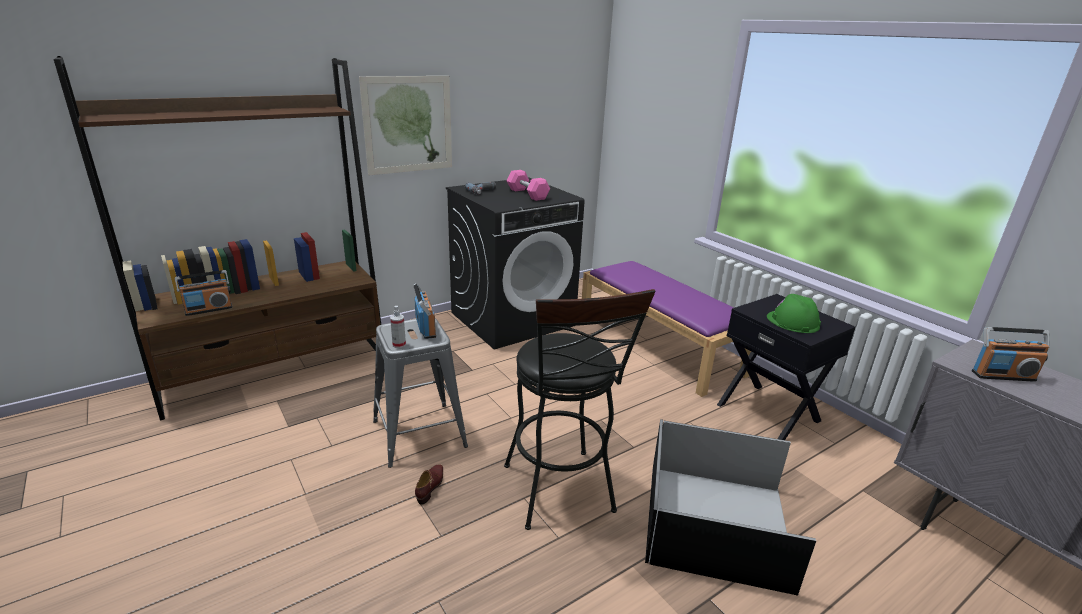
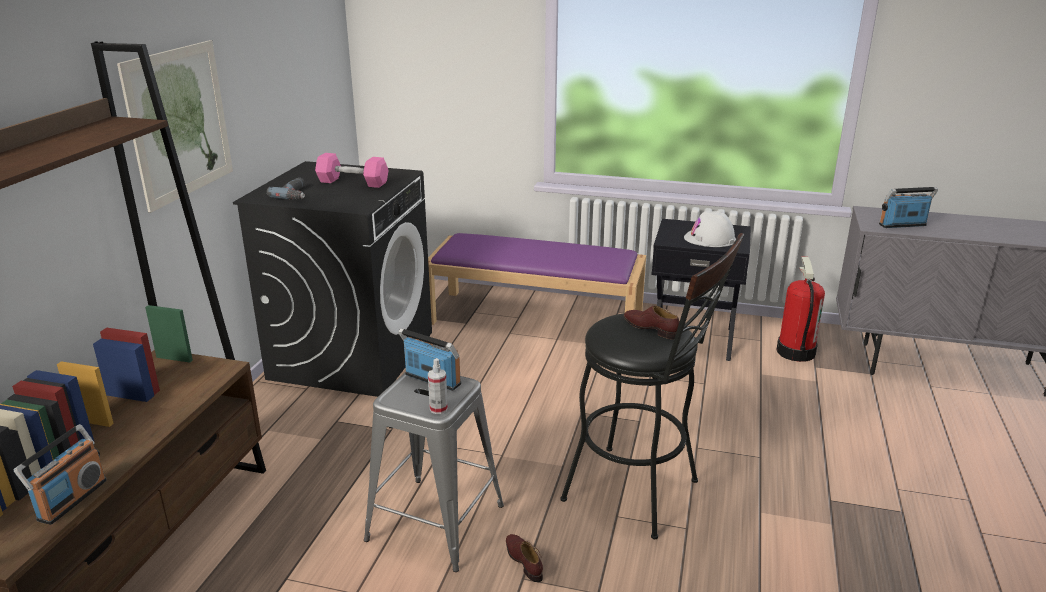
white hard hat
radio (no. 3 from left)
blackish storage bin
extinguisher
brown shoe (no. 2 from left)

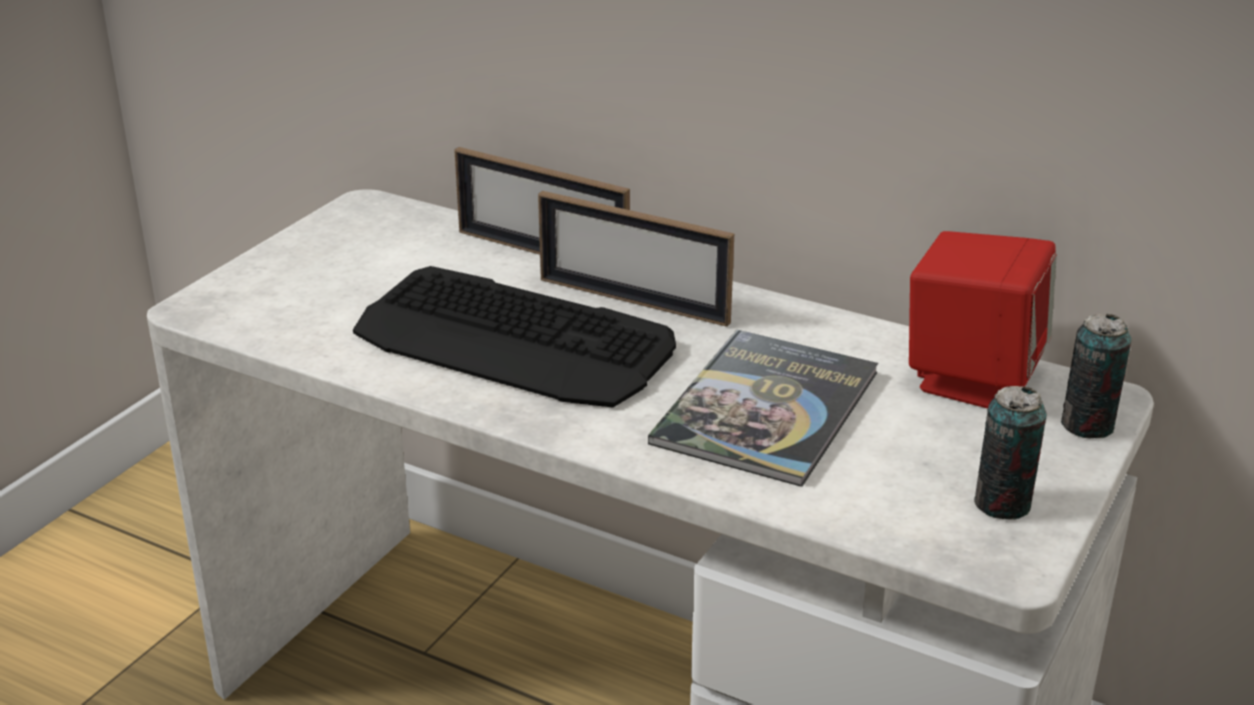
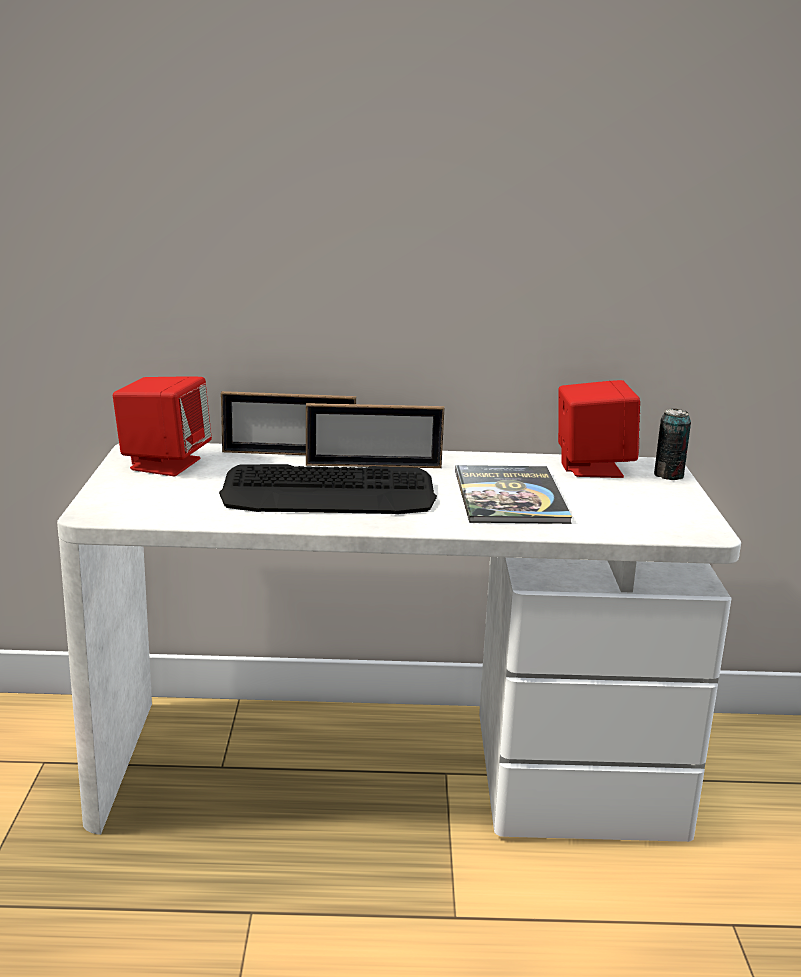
metal can (no. 1 from left in the first image)
red-coloured loudspeaker (no. 1 from left)

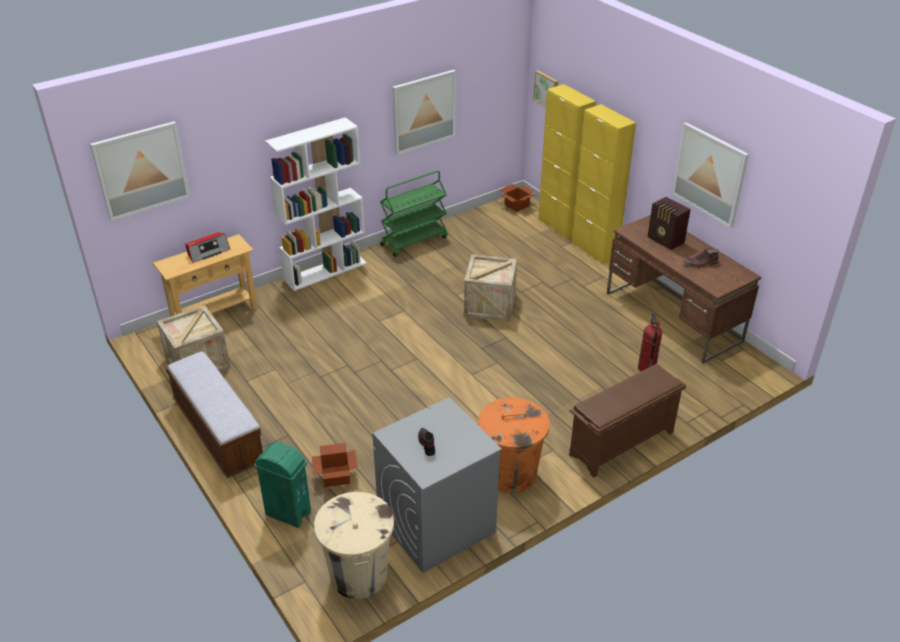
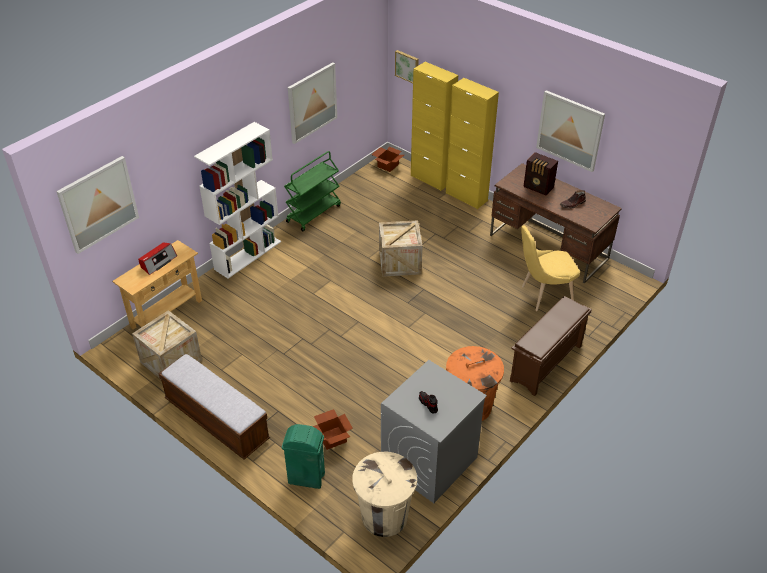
yellowish plain chair

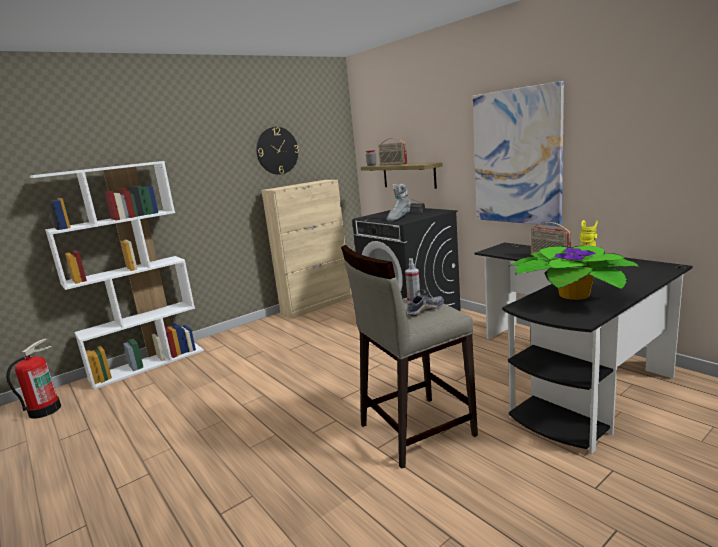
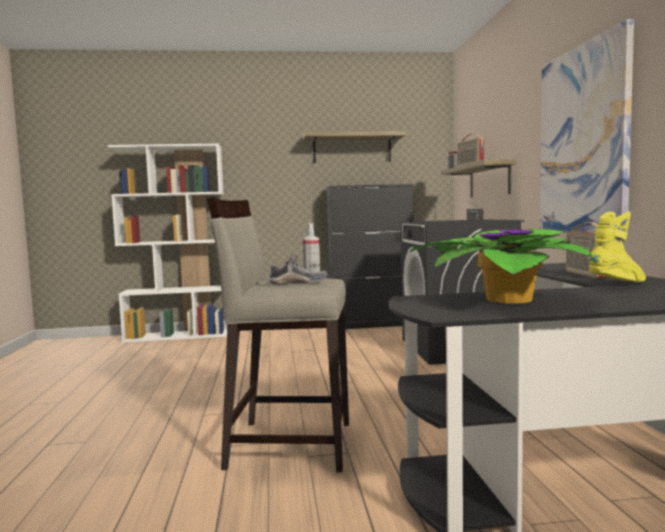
bracket shelf (no. 1 from left)
blackish cabinet
grey tall boot
extinguisher

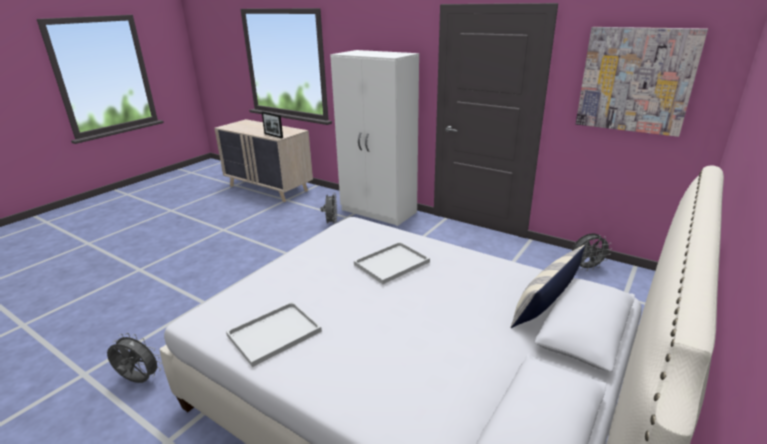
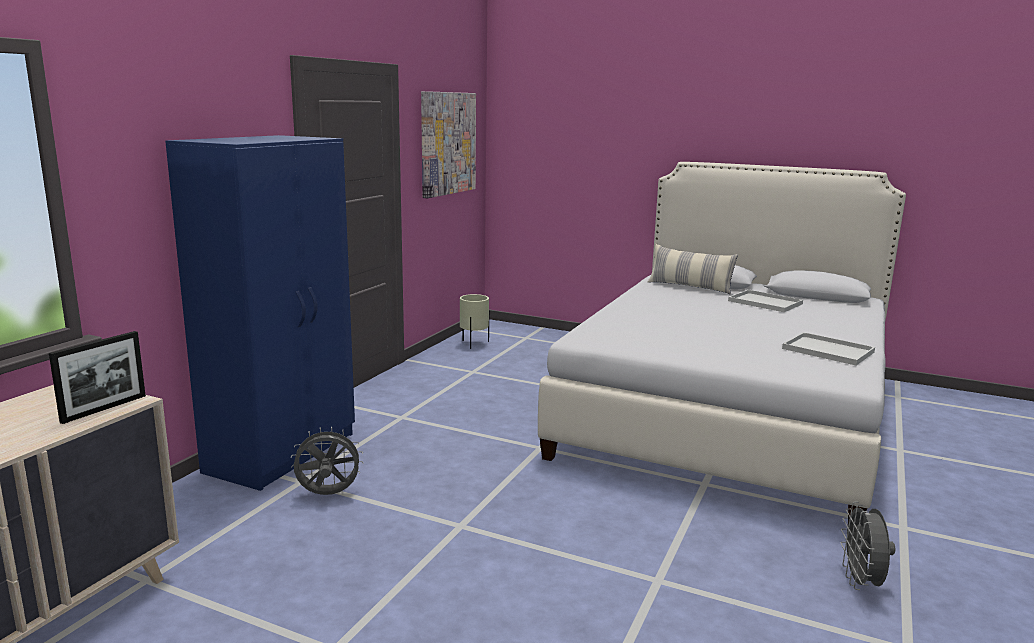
blue wardrobe
beige planter
white carrying tray (no. 1 from left)

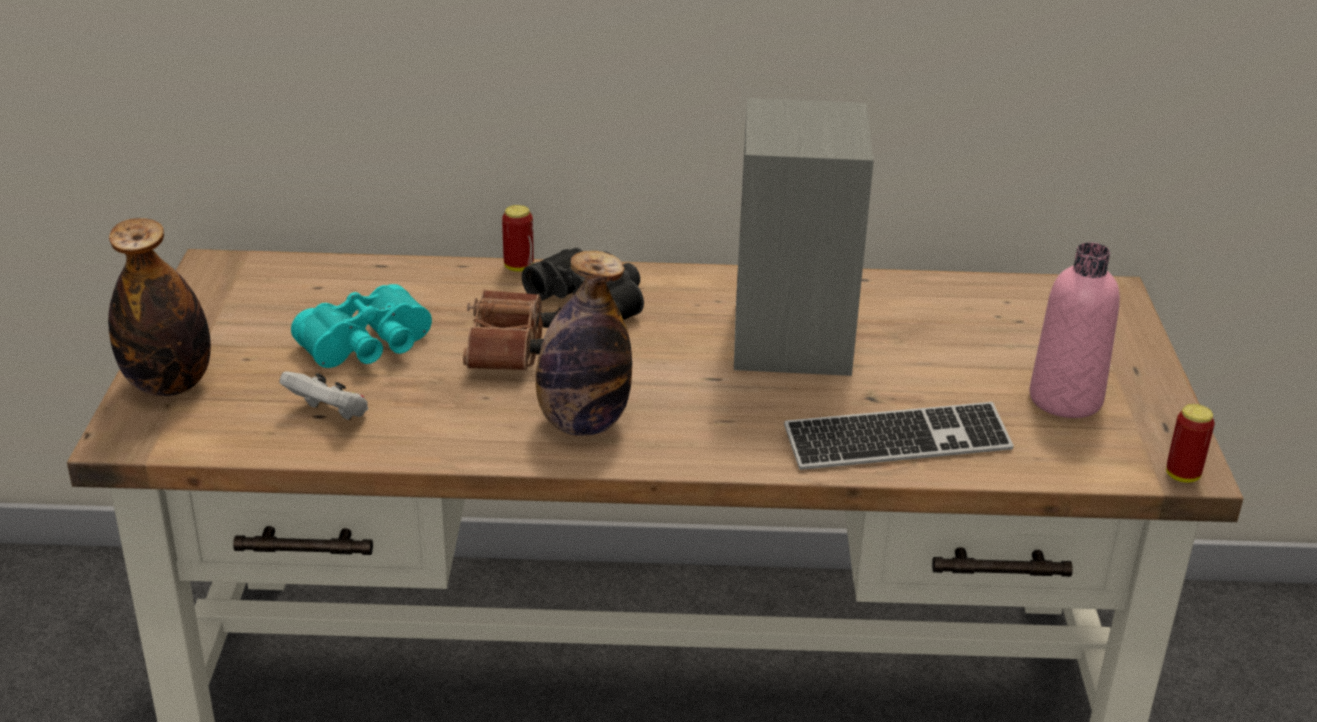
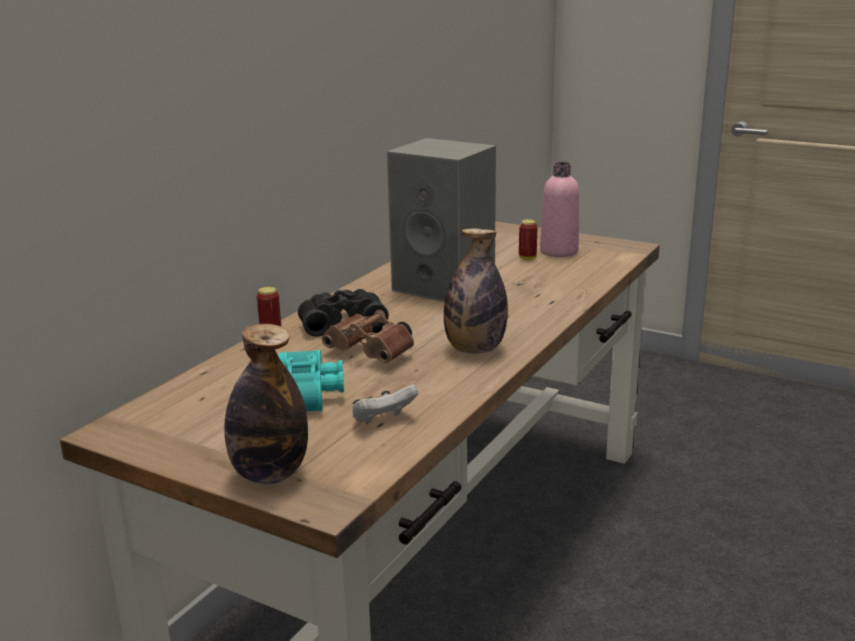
PC keyboard
metal can (no. 2 from left)

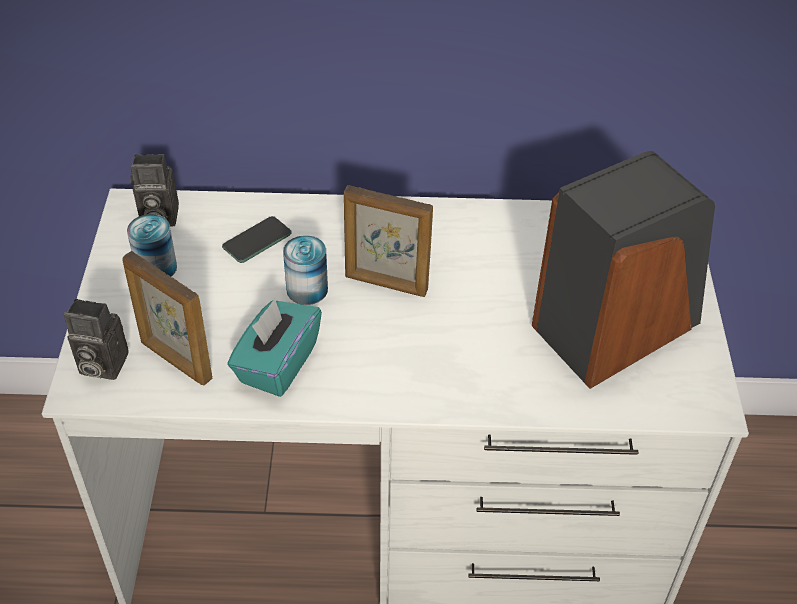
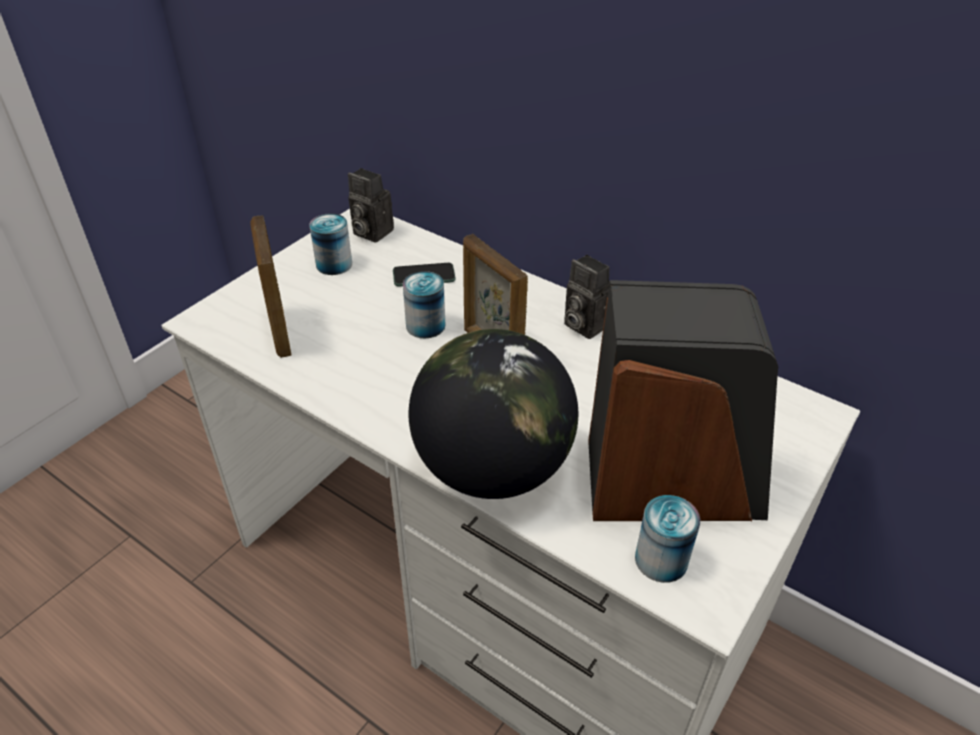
still camera (no. 2 from left)
turquoise-coloured tissue box
world globe
metal can (no. 3 from left)

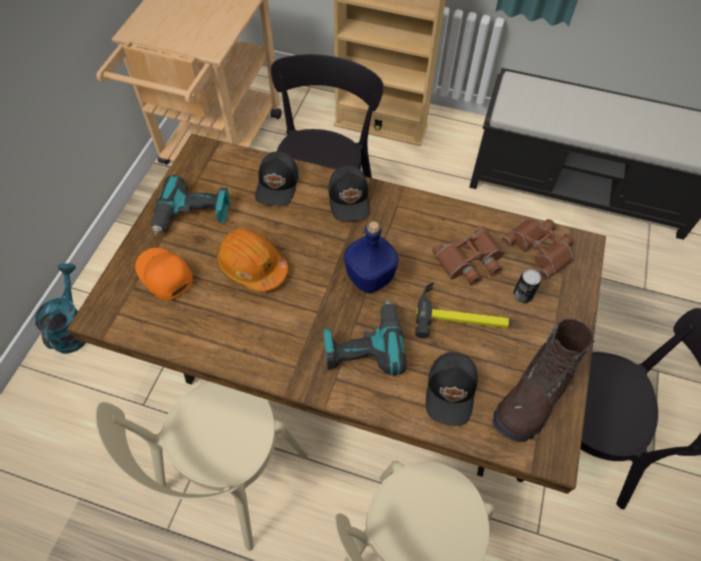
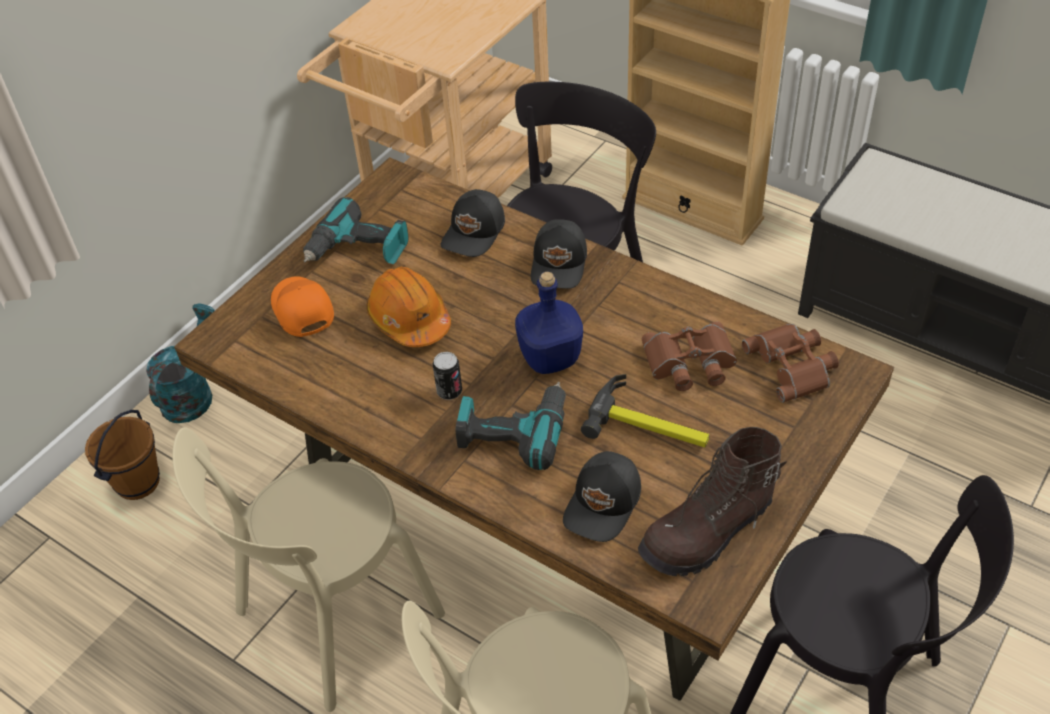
metal can
brown pail

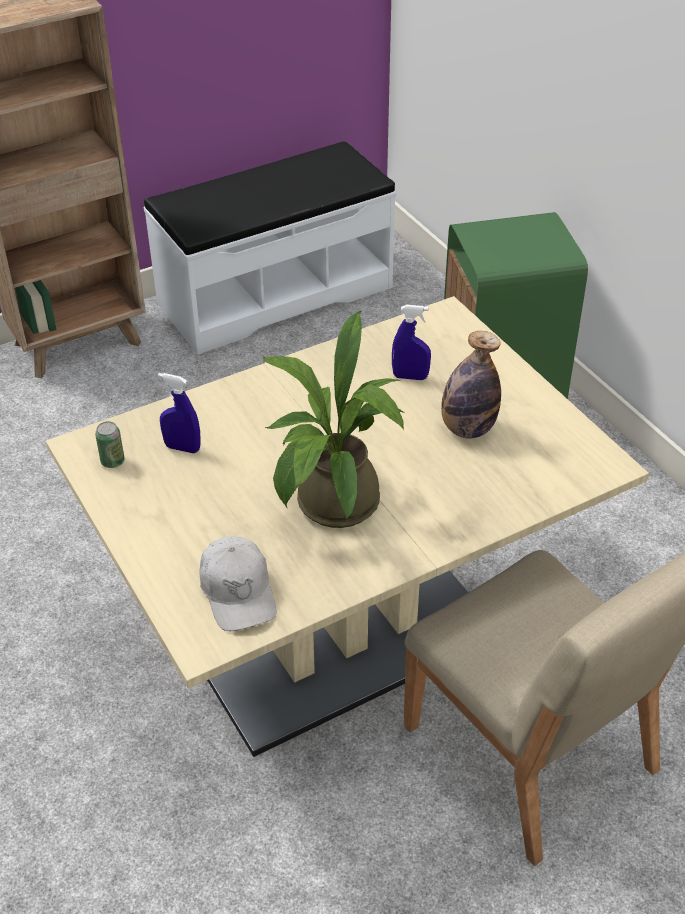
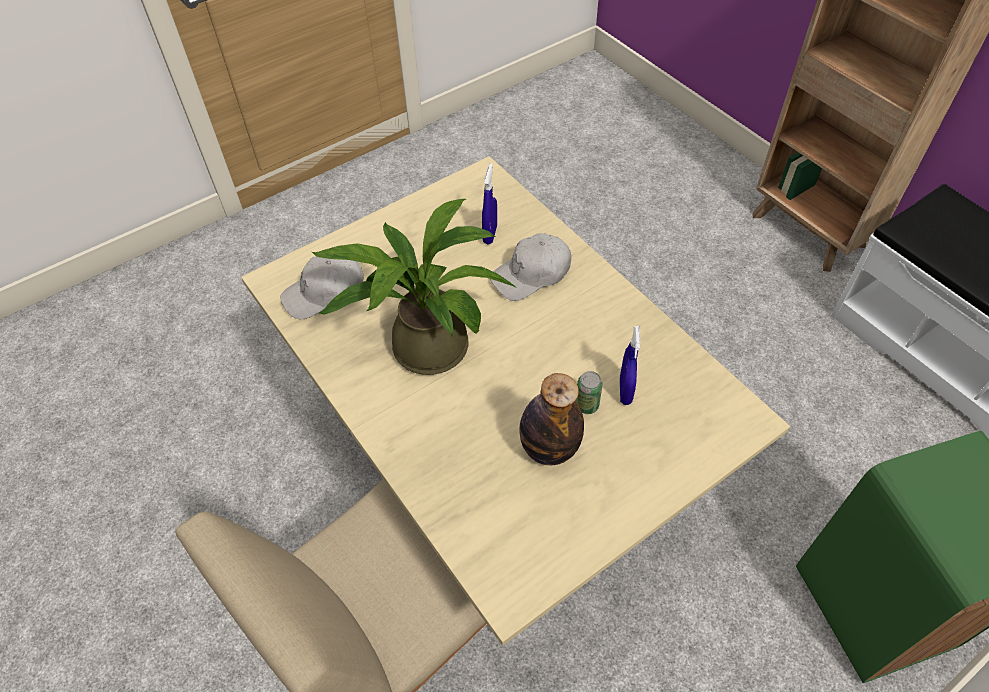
metal can
white cap (no. 2 from left)

